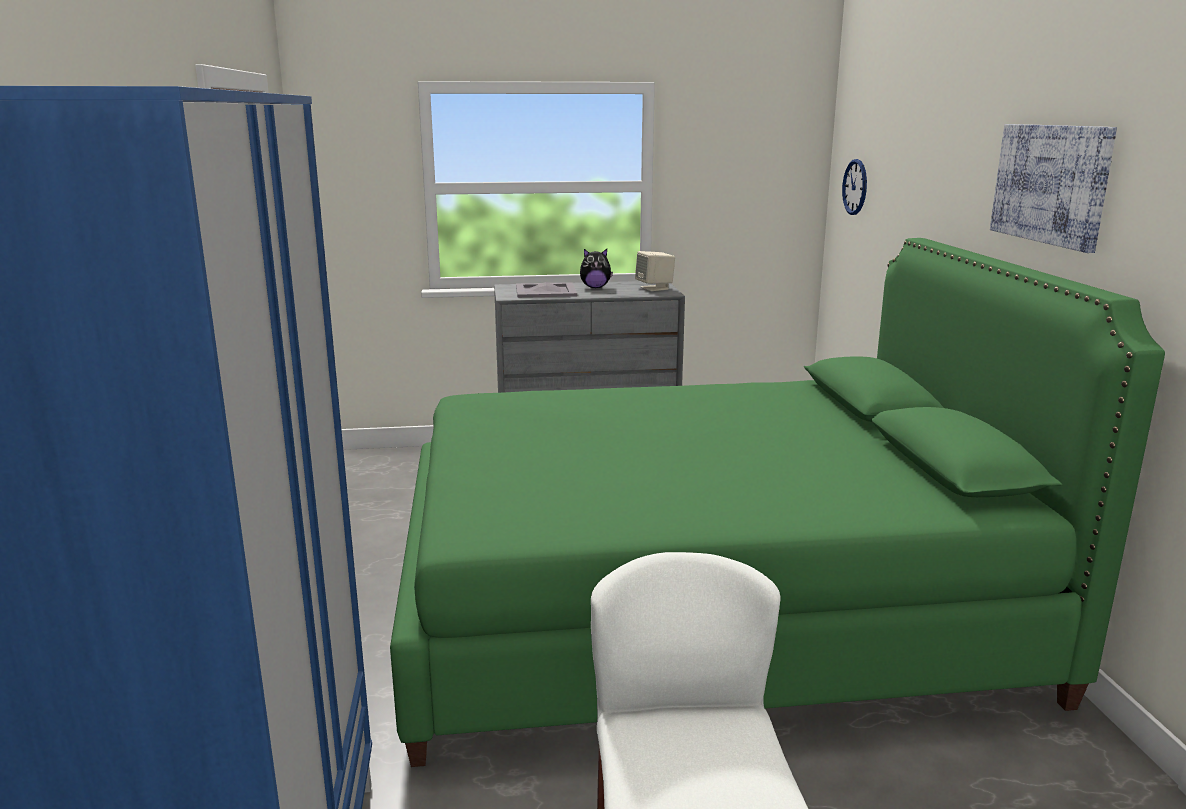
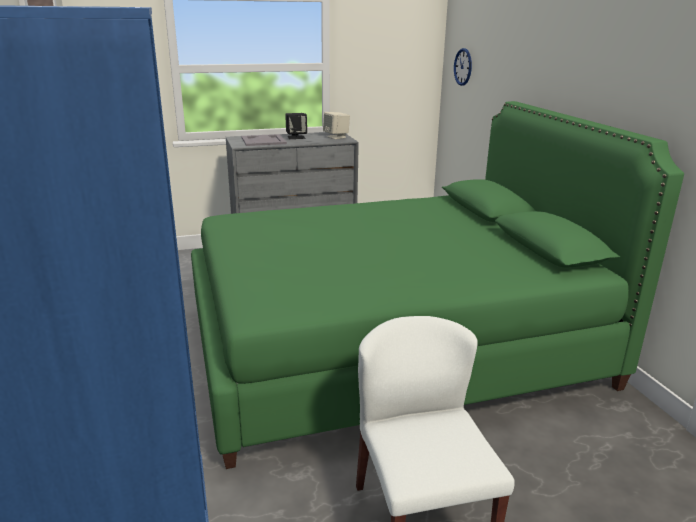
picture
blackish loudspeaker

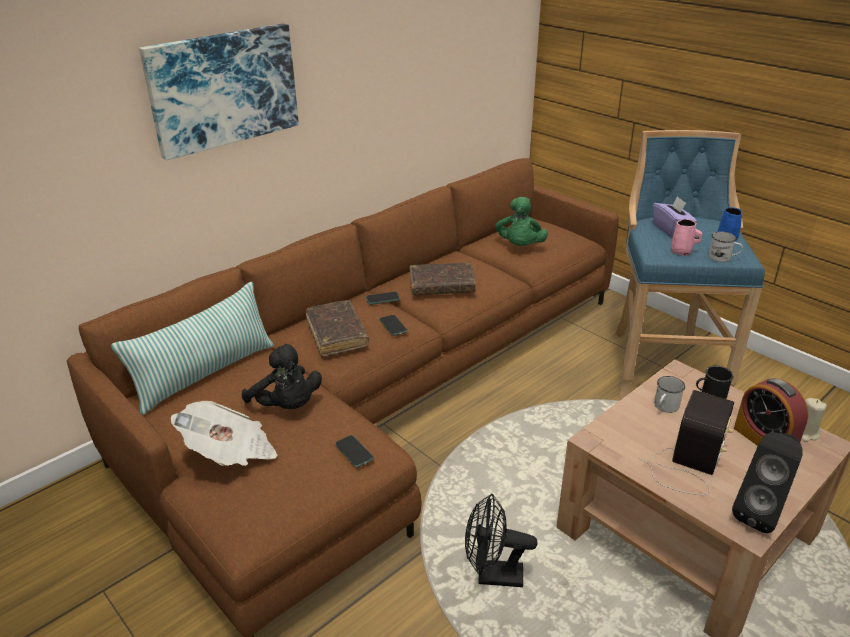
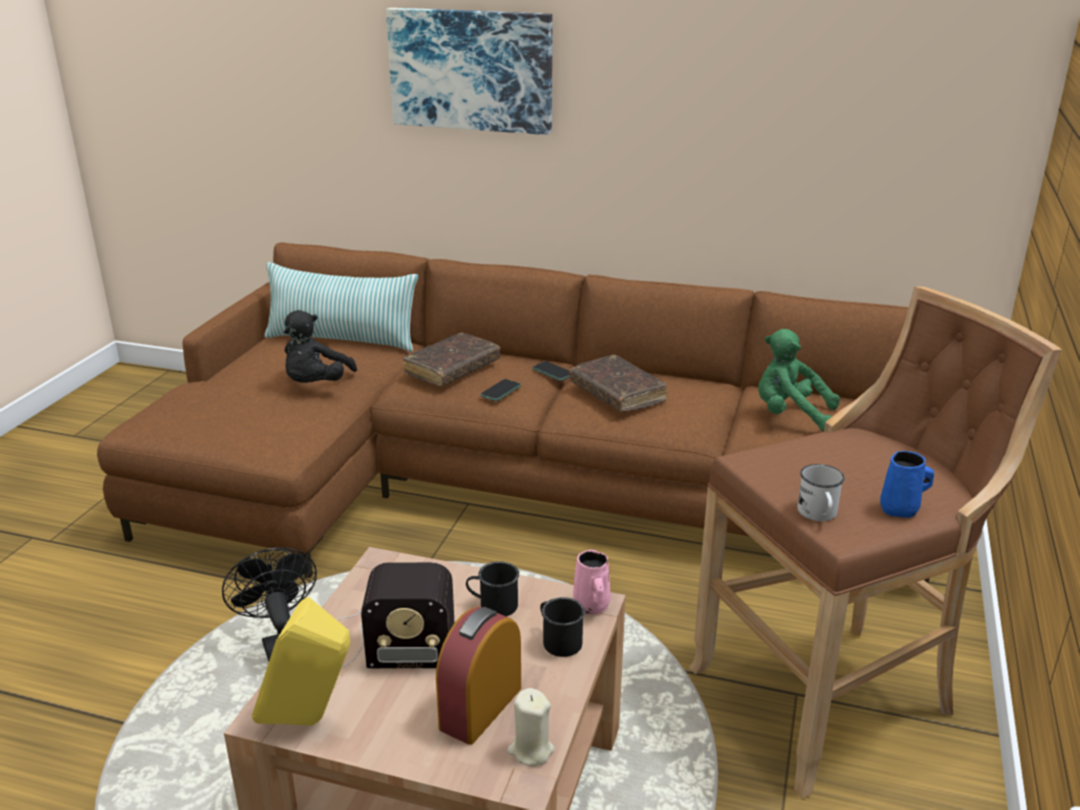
brown sitting stool
purplish tissue box
green-coloured cuddly toy
pinkish mug
blackish mug (no. 1 from left)
newspaper
yellowish loudspeaker
phone (no. 1 from left in the first image)

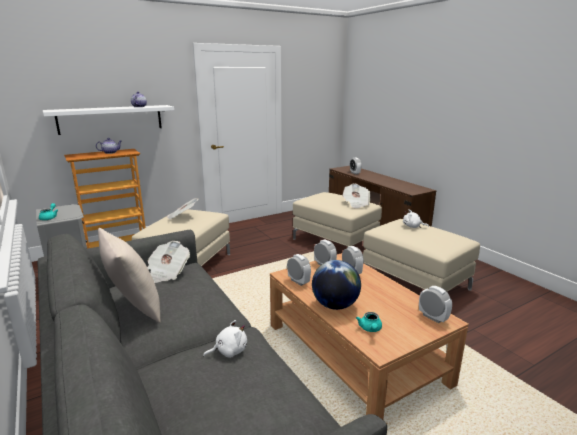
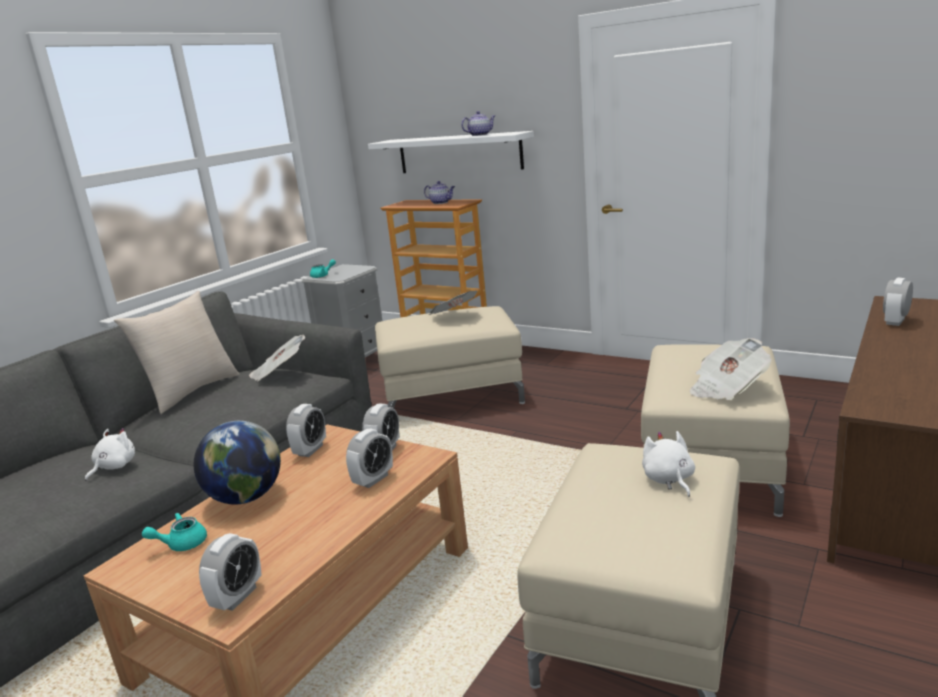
white cuddly toy (no. 1 from left)

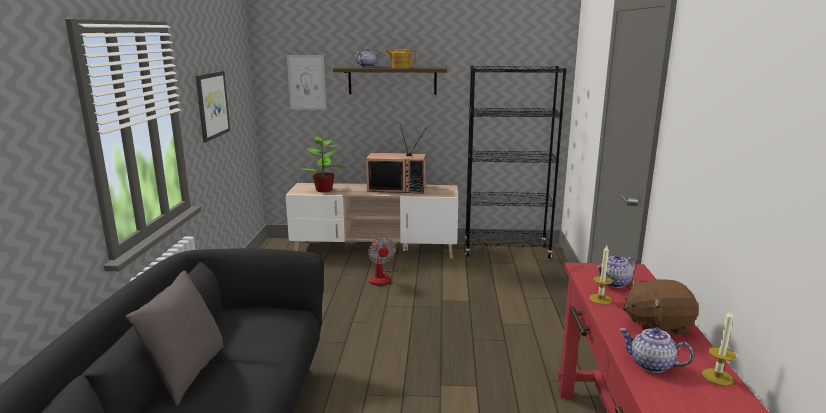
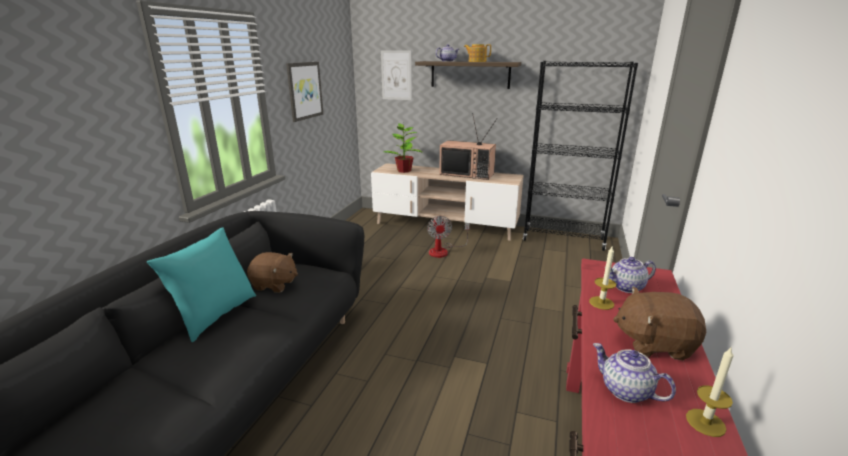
turquoise-coloured cushion
brown cuddly toy (no. 1 from left)

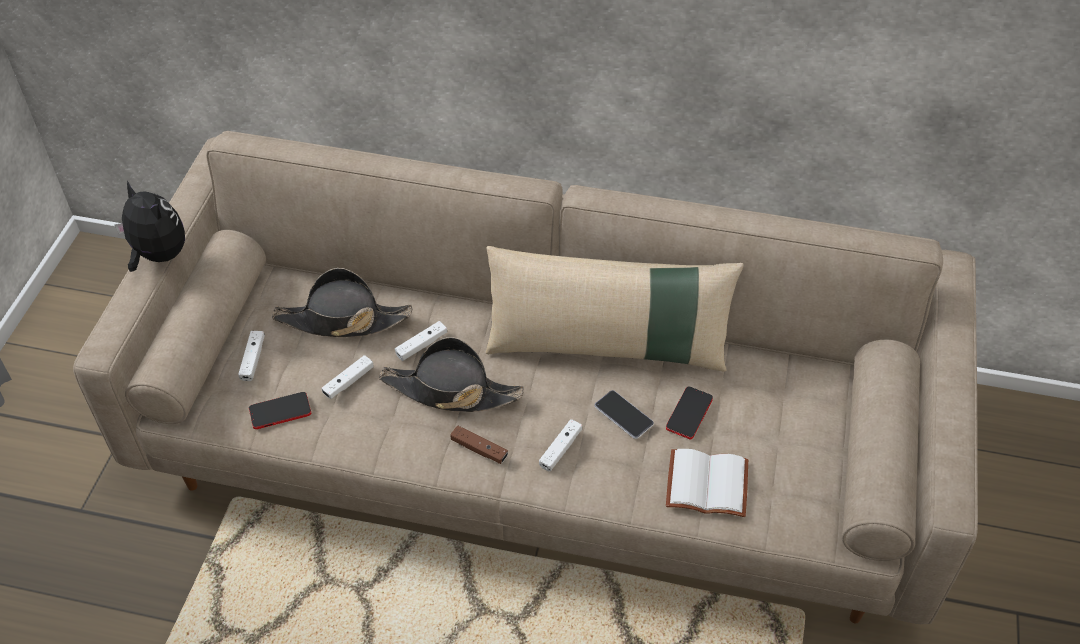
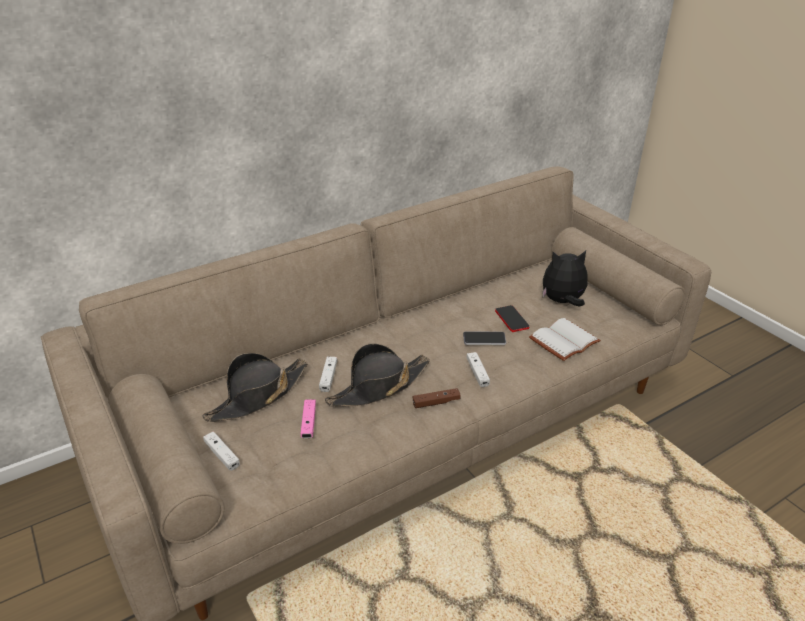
cuddly toy
beige cushion
pinkish joypad
phone (no. 1 from left in the first image)

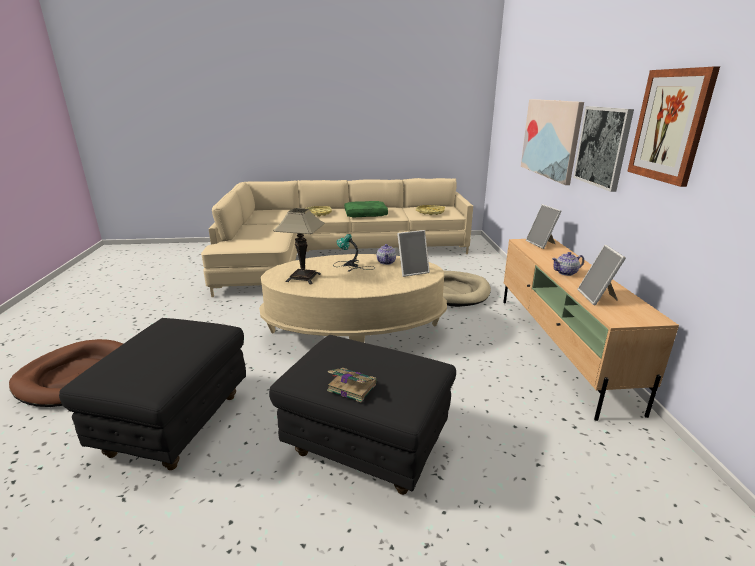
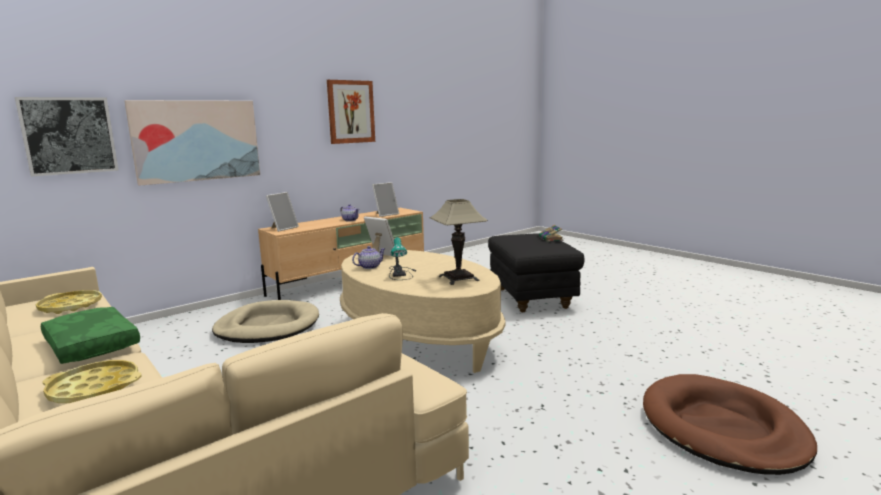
picture (no. 1 from left)
blackish footrest (no. 1 from left in the first image)

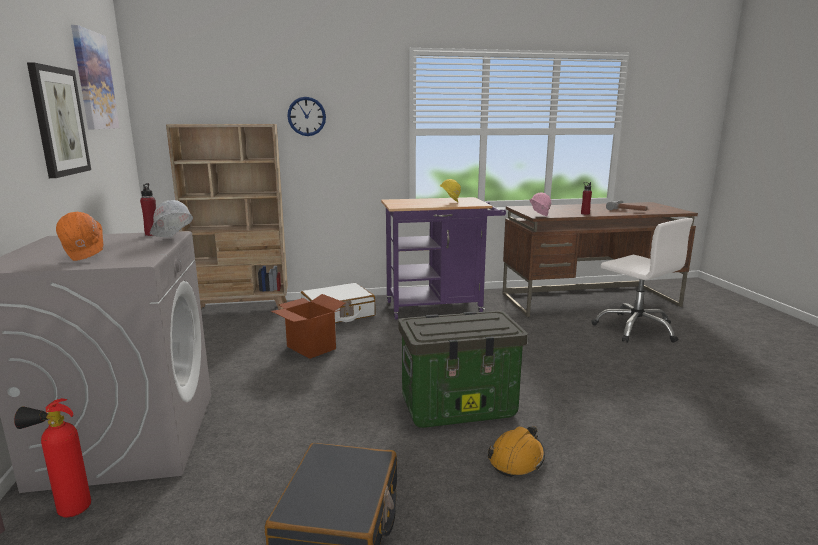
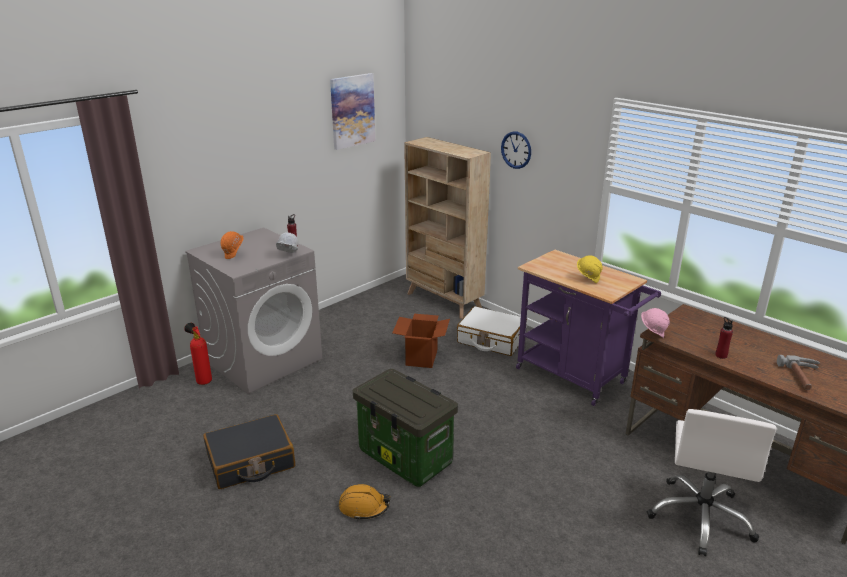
picture (no. 1 from left in the first image)

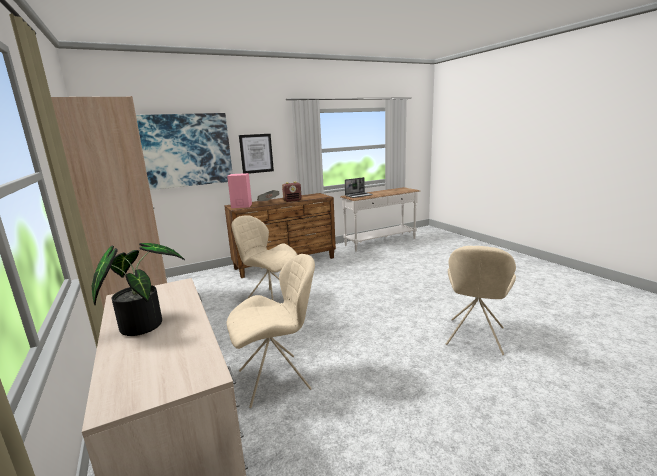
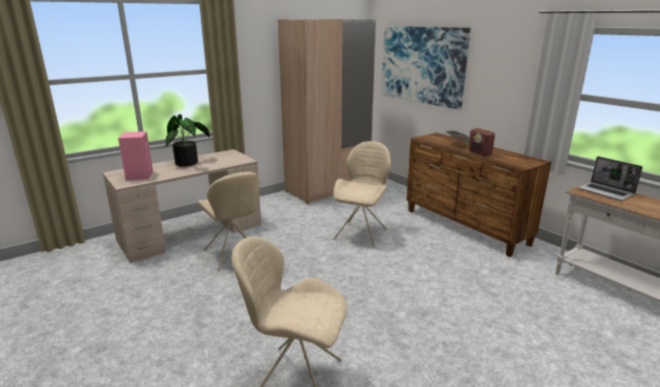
picture (no. 2 from left in the first image)
pinkish loudspeaker

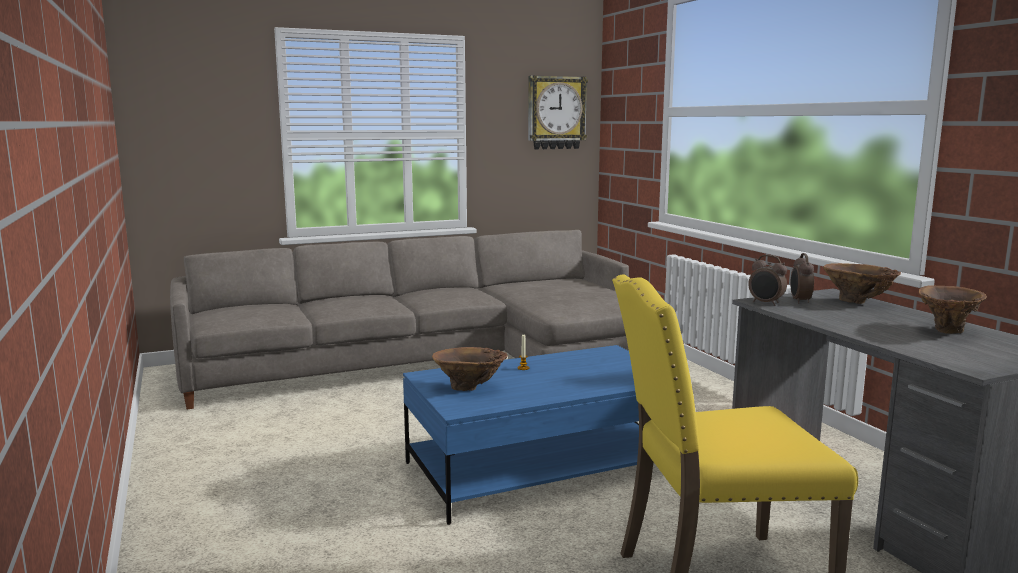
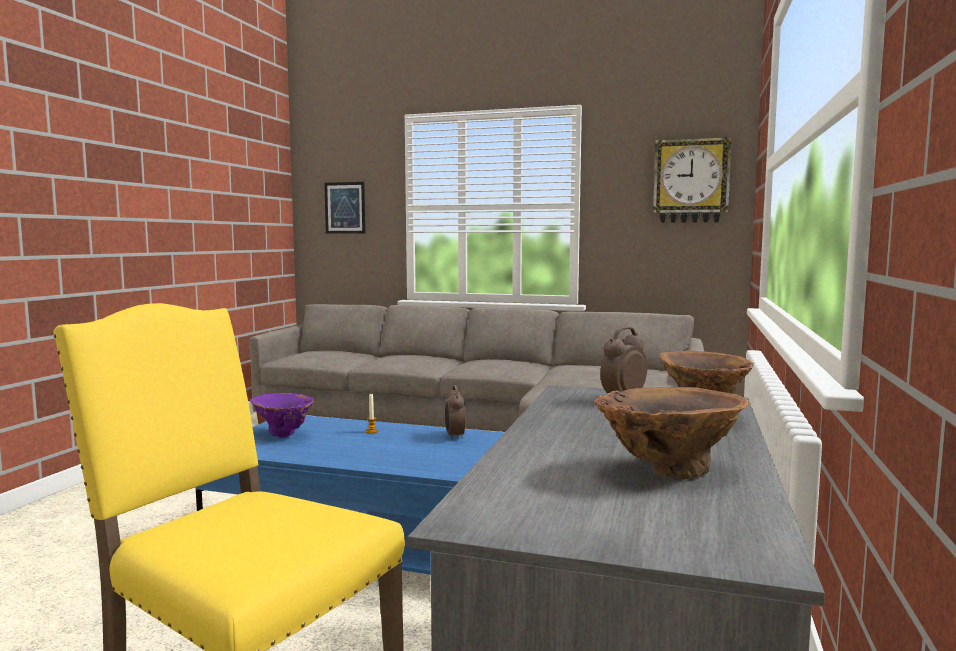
bedside clock (no. 1 from left)
purplish flower vase
picture

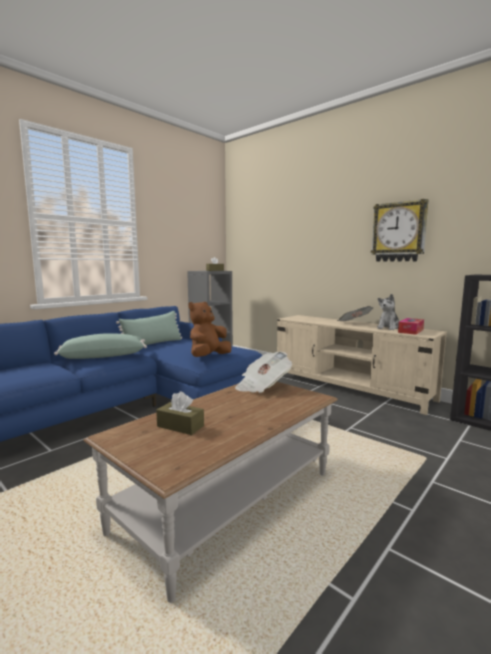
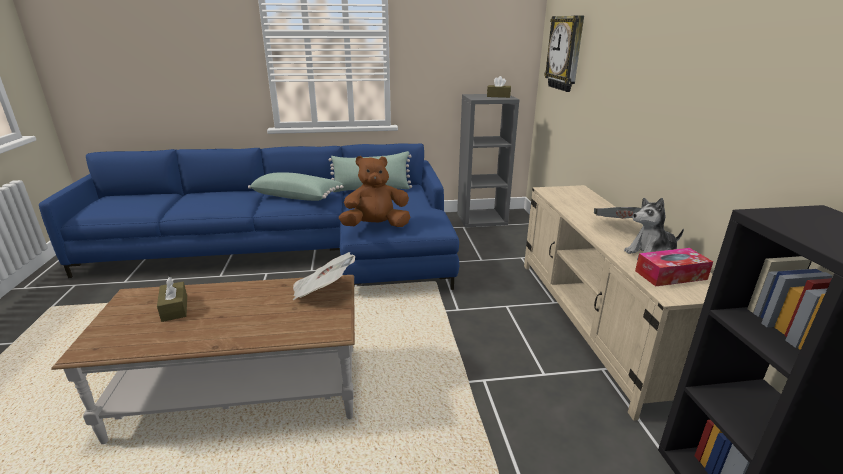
wall clock

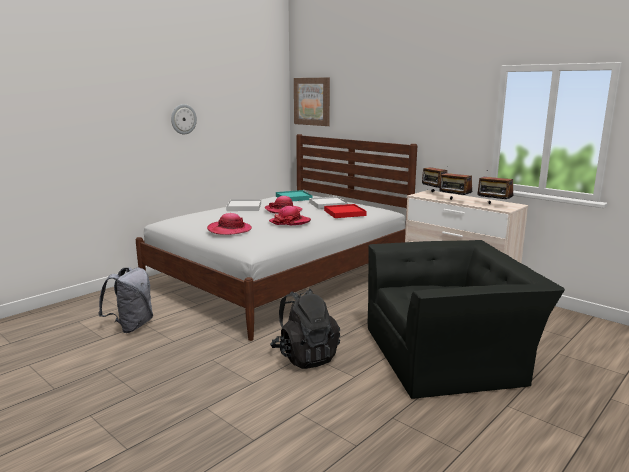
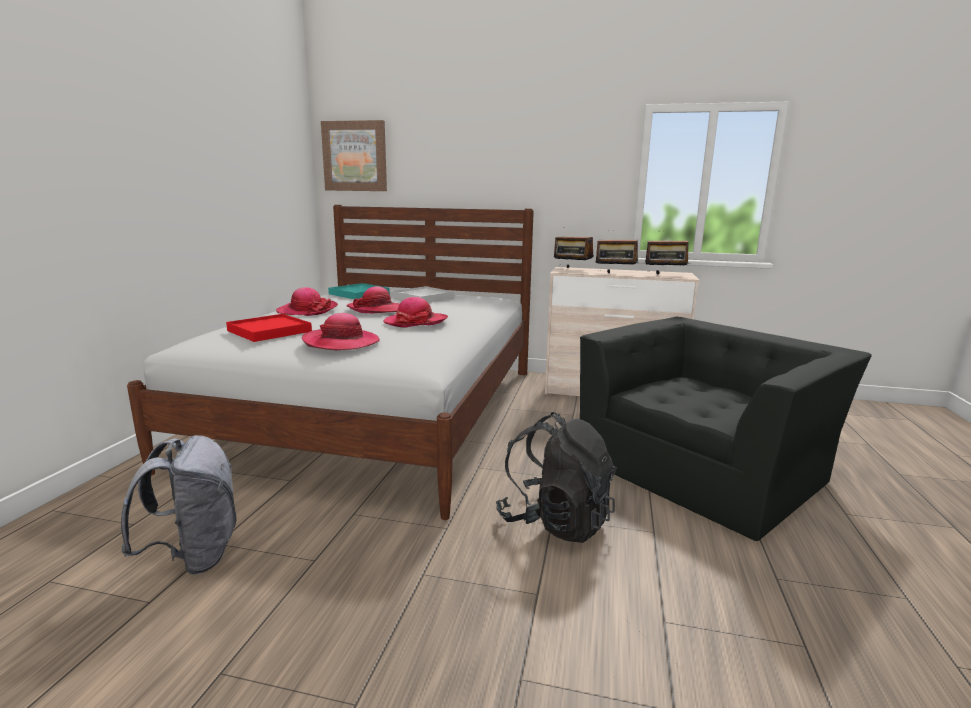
wall clock
hat (no. 1 from left)
red-coloured carrying tray

